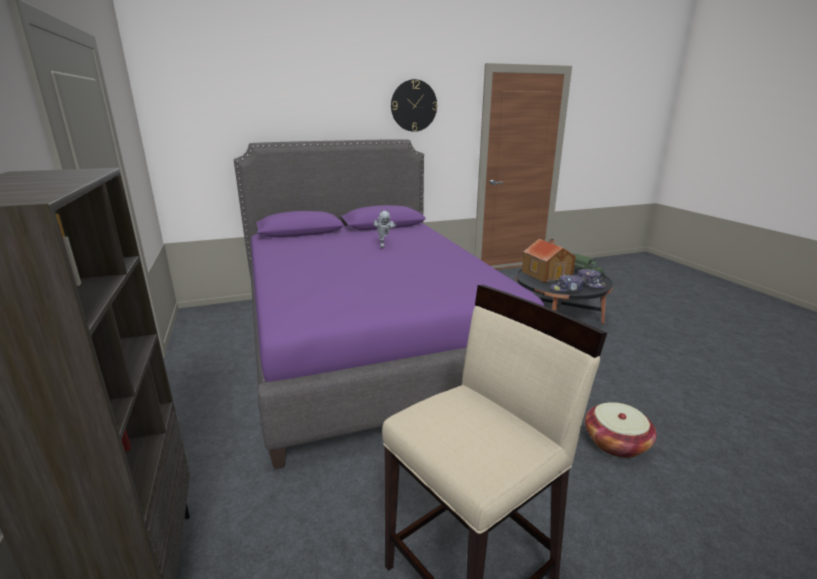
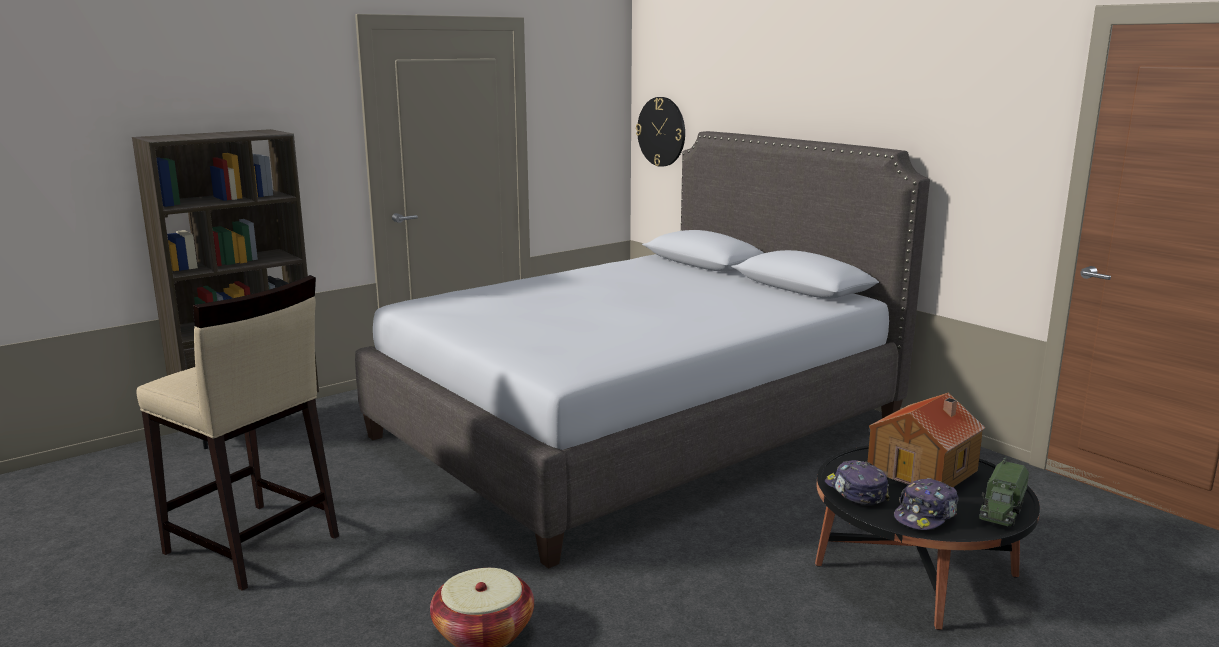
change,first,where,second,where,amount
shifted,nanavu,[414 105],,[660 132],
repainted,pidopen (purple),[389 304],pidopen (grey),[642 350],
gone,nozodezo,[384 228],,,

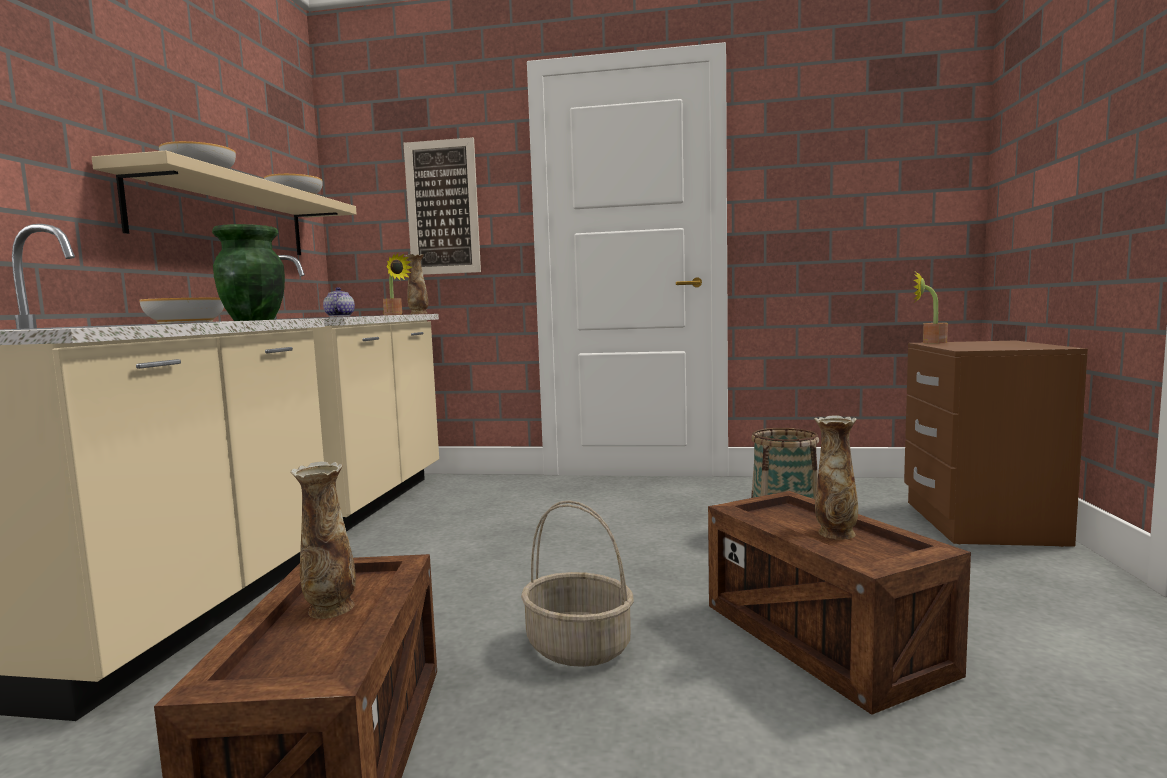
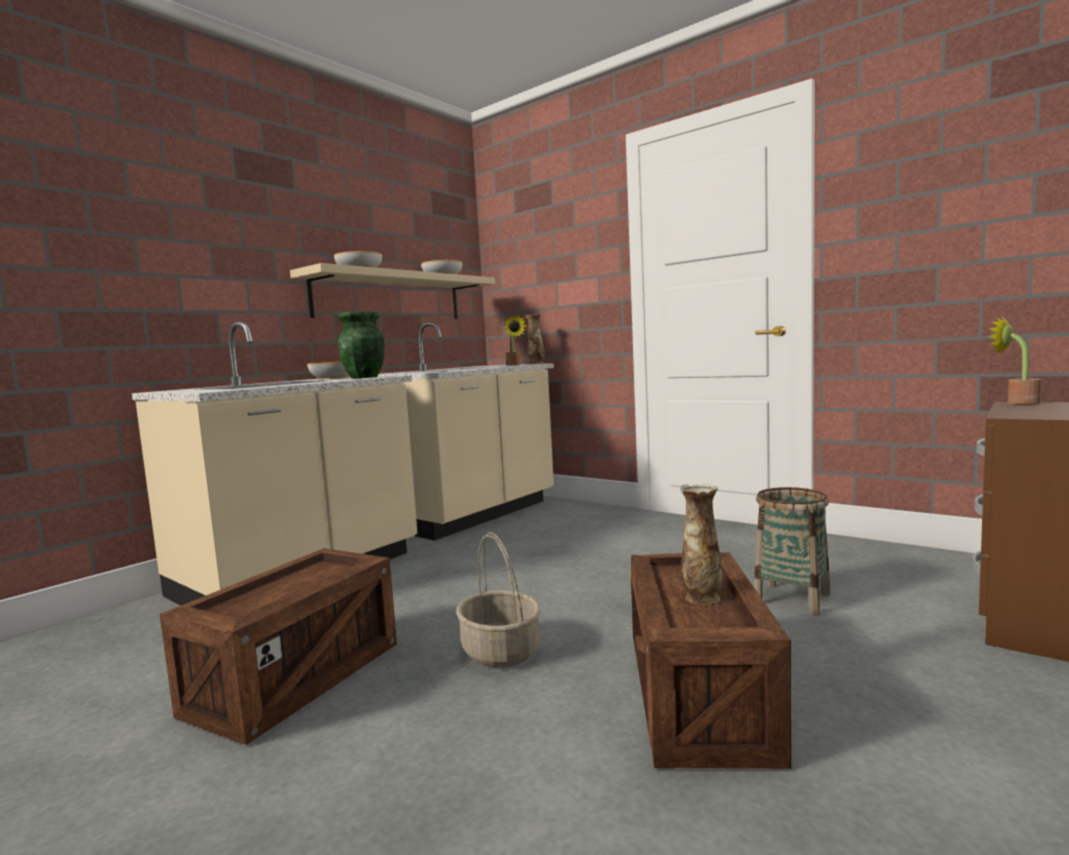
change,first,where,second,where,amount
gone,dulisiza,[442 206],,,
gone,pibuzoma,[339 302],,,
gone,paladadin,[323 540],,,

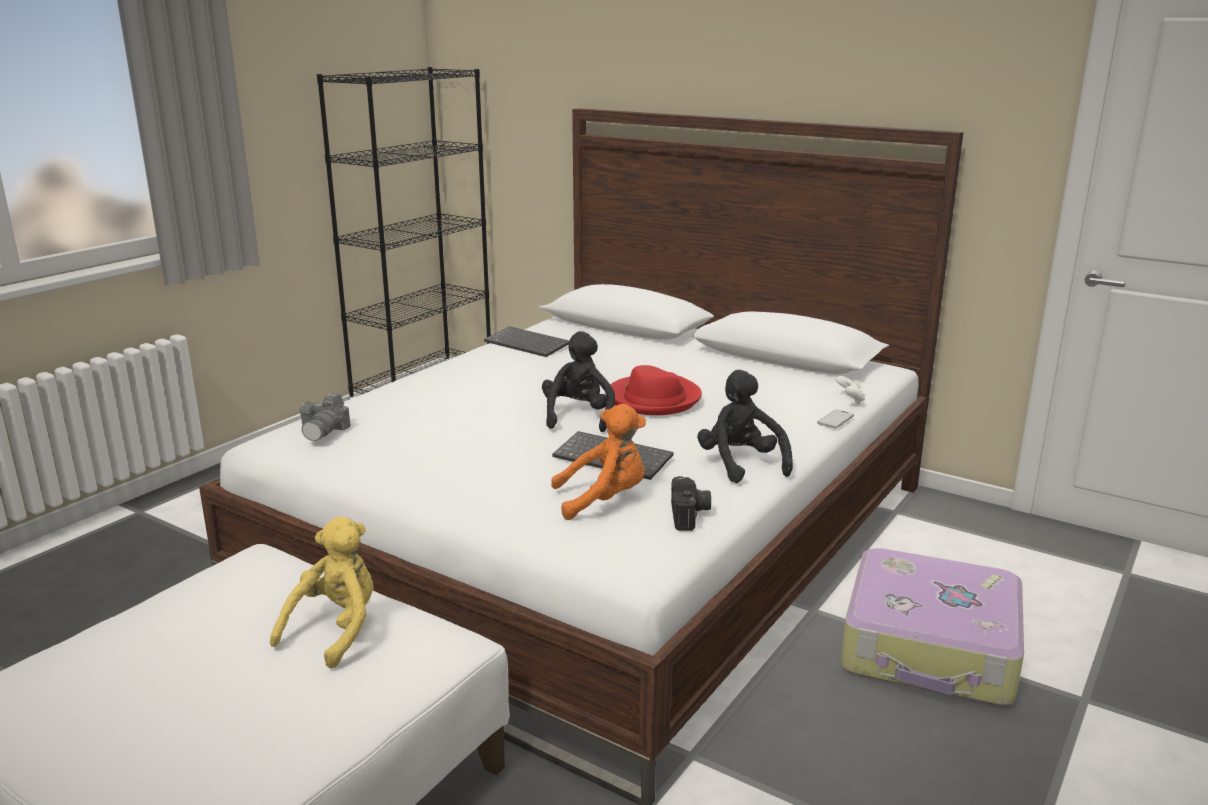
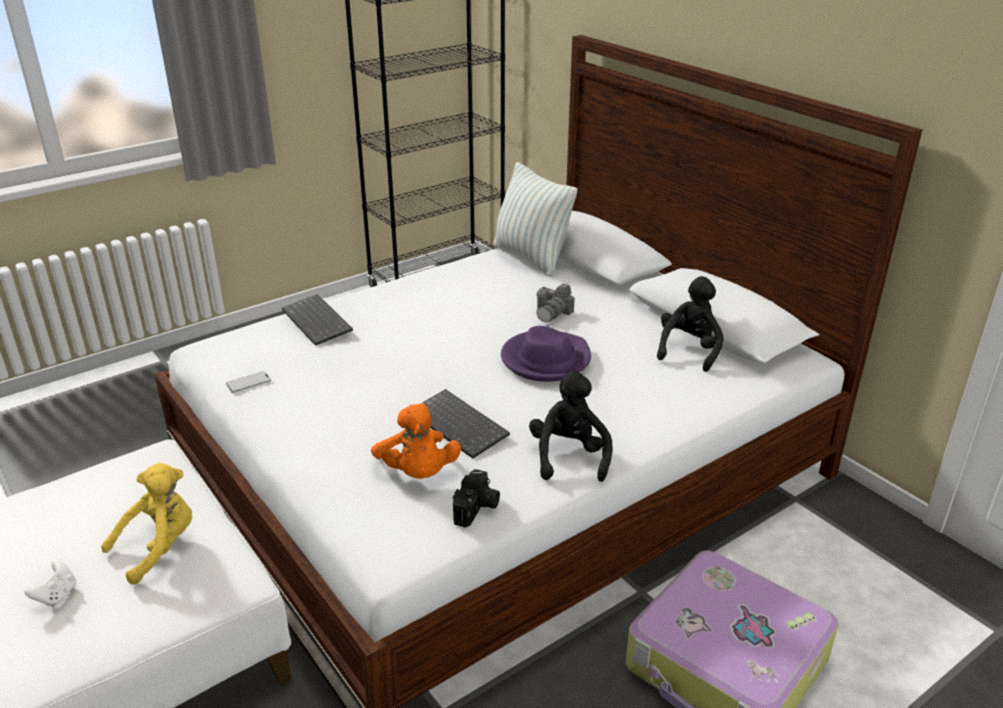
change,first,where,second,where,amount
shifted,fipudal,[526 341],,[317 320],
shifted,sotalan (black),[578 381],,[690 324],
repainted,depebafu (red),[656 390],depebafu (purple),[546 354],
shifted,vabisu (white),[850 390],,[50 583],
shifted,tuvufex,[325 417],,[555 303],
rotated,sotalan (orange),[598 462],,[416 441],60 degrees clockwise
shifted,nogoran,[835 419],,[248 382],
new,,,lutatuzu,[535 219],

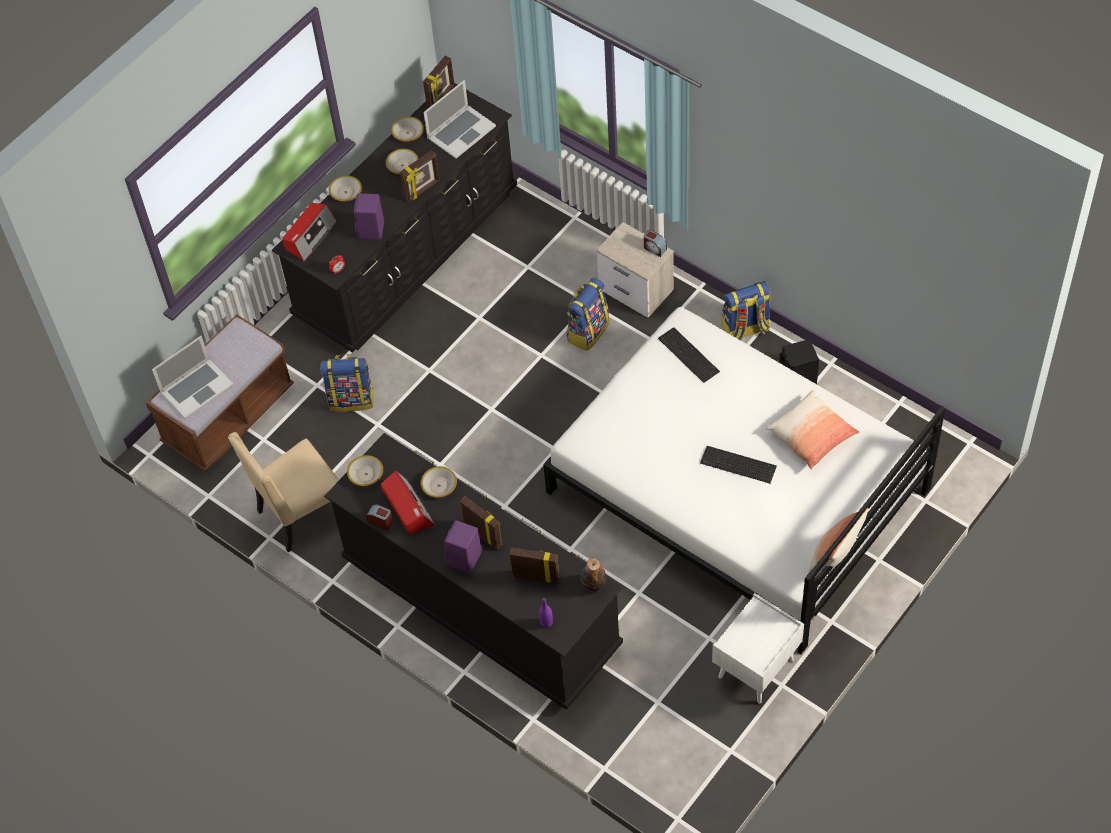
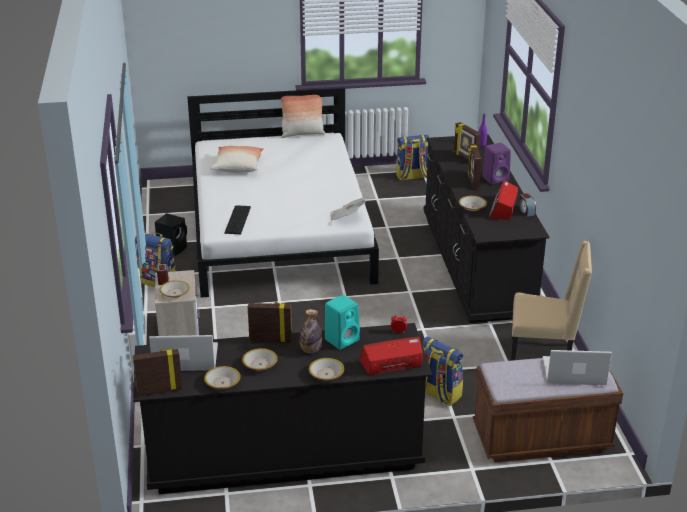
change,first,where,second,where,amount
repainted,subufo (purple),[369 216],subufo (turquoise),[342 322],
shifted,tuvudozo,[587 314],,[412 157],
gone,fipudal,[738 464],,,
shifted,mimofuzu,[365 471],,[175 289],
shifted,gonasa,[593 575],,[310 331],
gone,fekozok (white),[758 648],,,
new,,,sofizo,[348 209],

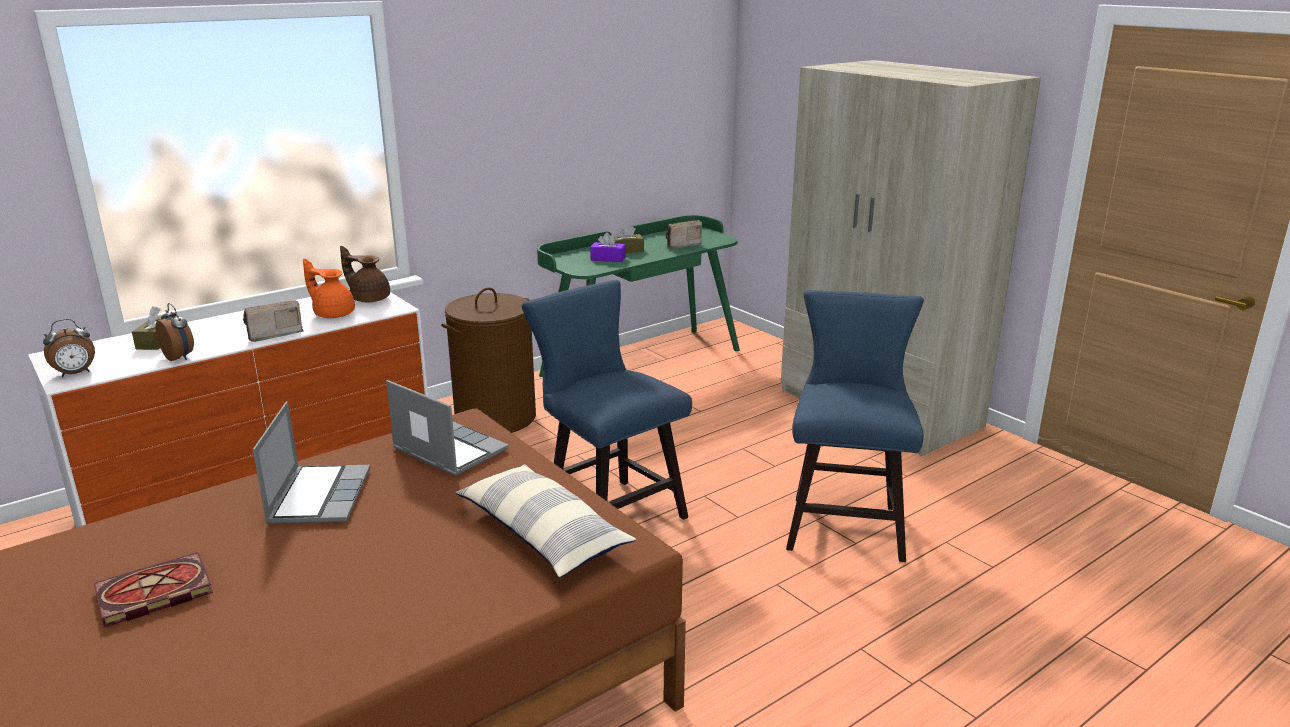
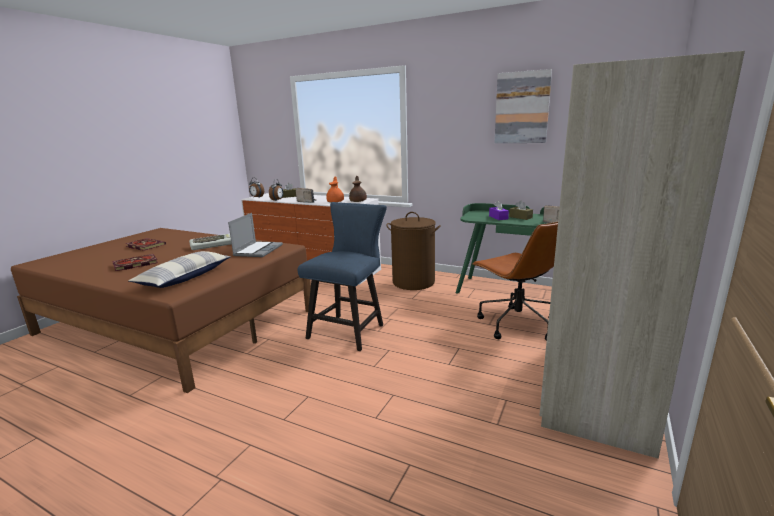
change,first,where,second,where,amount
gone,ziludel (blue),[855 426],,,
swapped,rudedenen,[311 462],fipudal,[210 242],
new,,,dulisiza,[523 106],
new,,,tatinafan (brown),[515 281],
new,,,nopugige,[135 262],

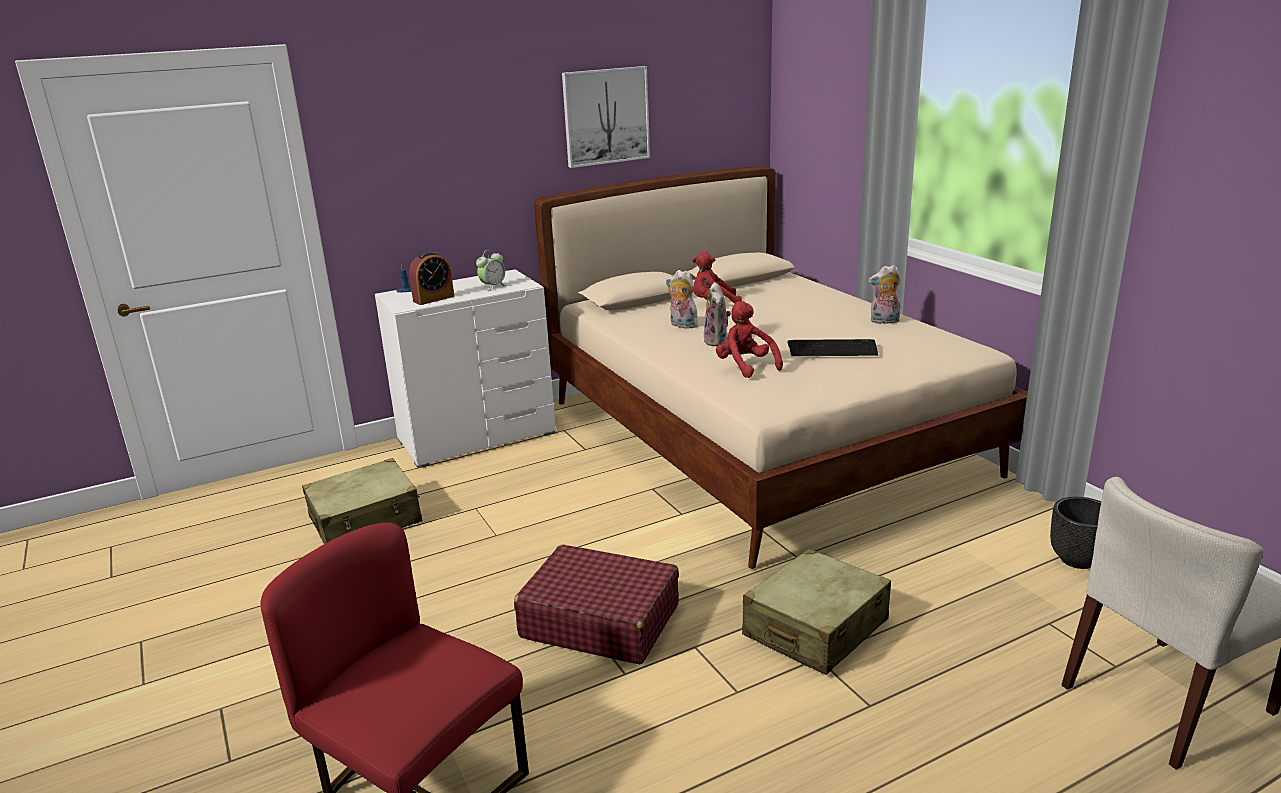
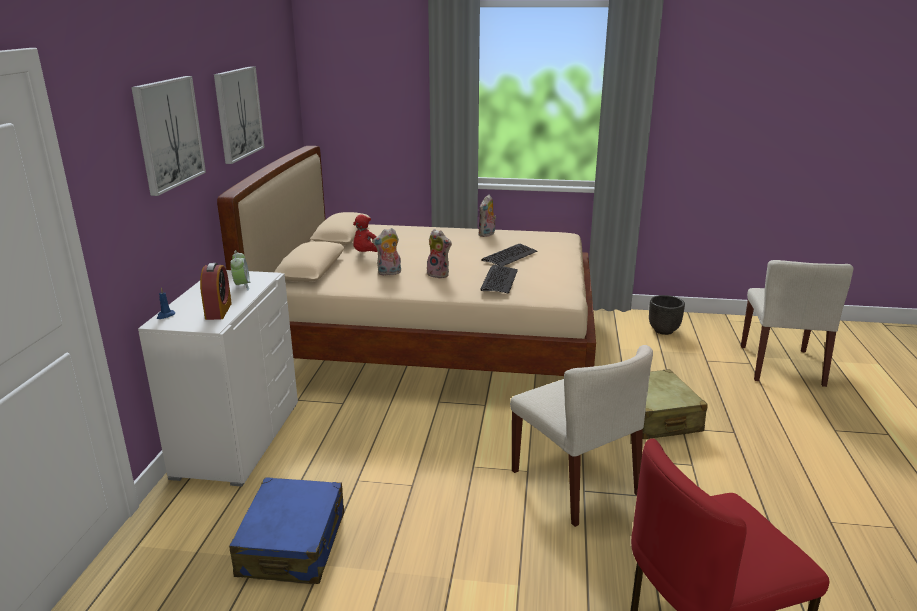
change,first,where,second,where,amount
swapped,sotalan (red),[749 339],fipudal,[499 279],
repainted,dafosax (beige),[362 501],dafosax (blue),[286 530],
swapped,dafosax (red),[596 604],ziludel (beige),[581 436],
new,,,dulisiza,[168 136],

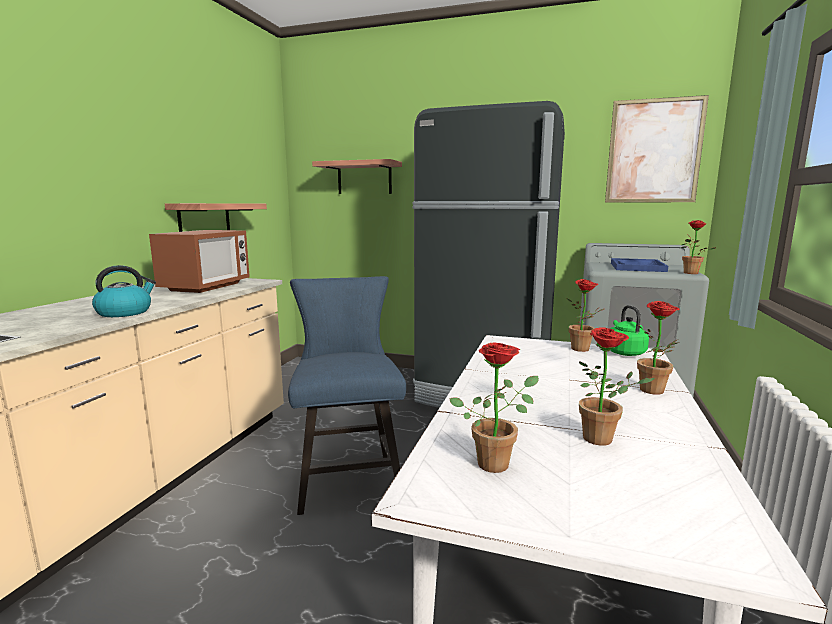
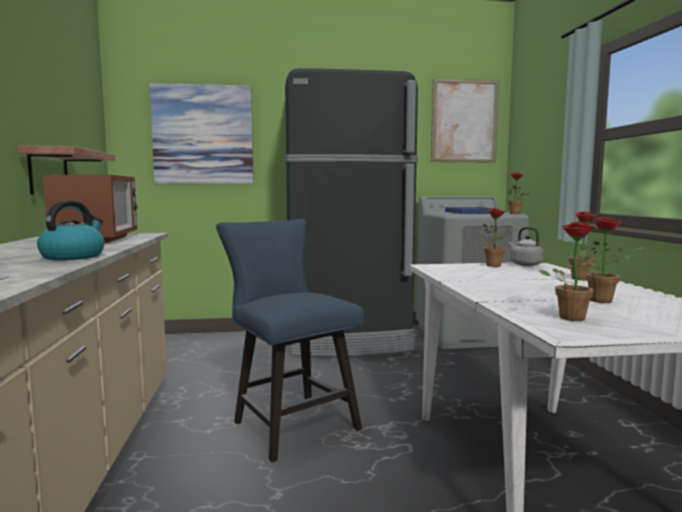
change,first,where,second,where,amount
swapped,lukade,[357 176],dulisiza,[201 133],
repainted,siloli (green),[629 330],siloli (grey),[526 246],

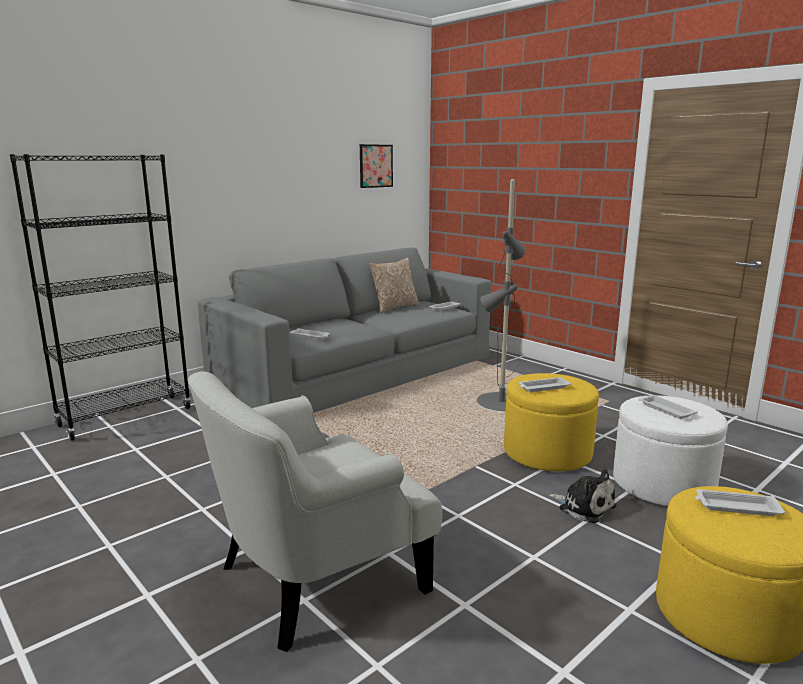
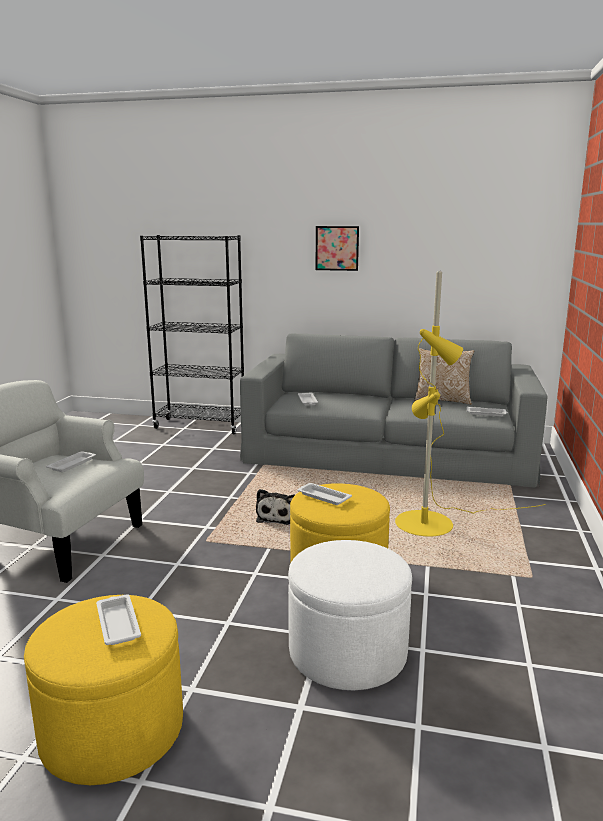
change,first,where,second,where,amount
shifted,dulisiza,[376 166],,[337 248],
repainted,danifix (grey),[501 295],danifix (yellow),[470 403],
shifted,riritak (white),[668 407],,[71 461],
shifted,sotalan,[582 496],,[275 507],

